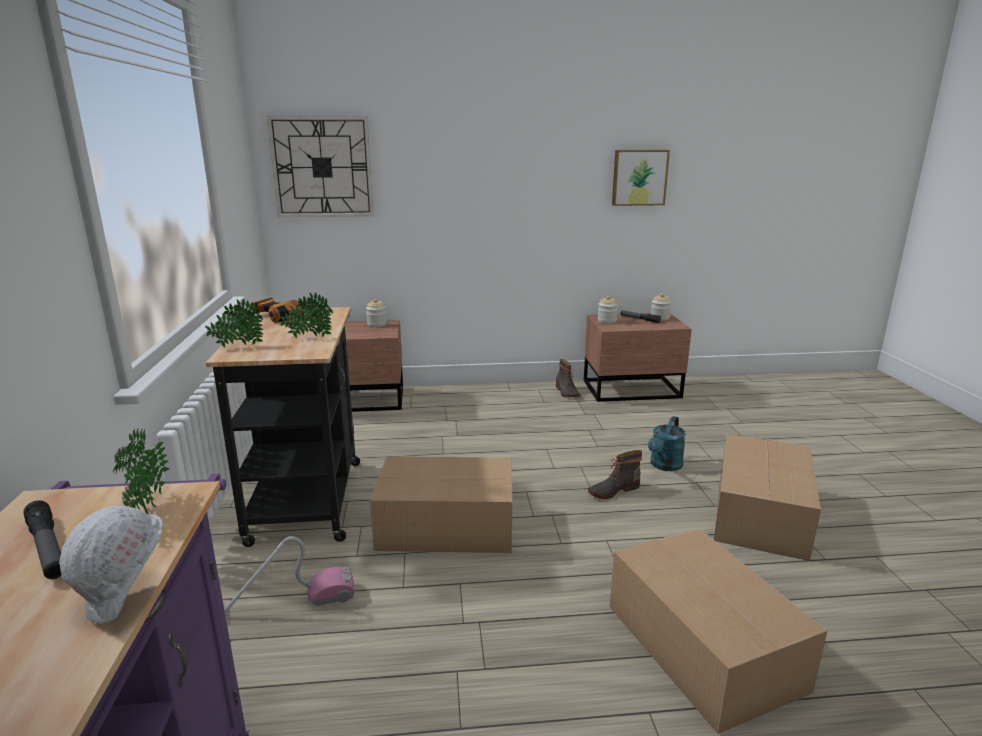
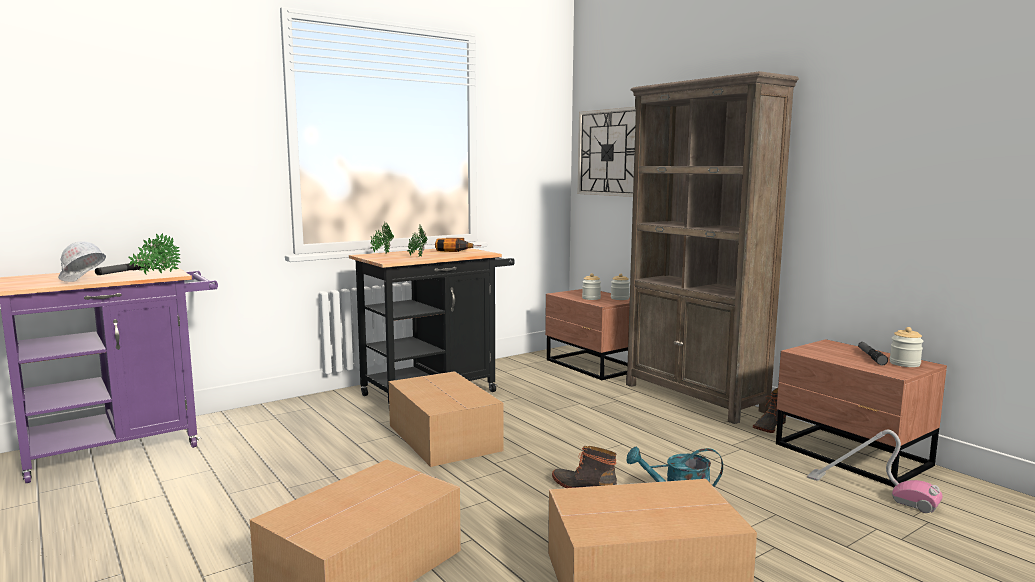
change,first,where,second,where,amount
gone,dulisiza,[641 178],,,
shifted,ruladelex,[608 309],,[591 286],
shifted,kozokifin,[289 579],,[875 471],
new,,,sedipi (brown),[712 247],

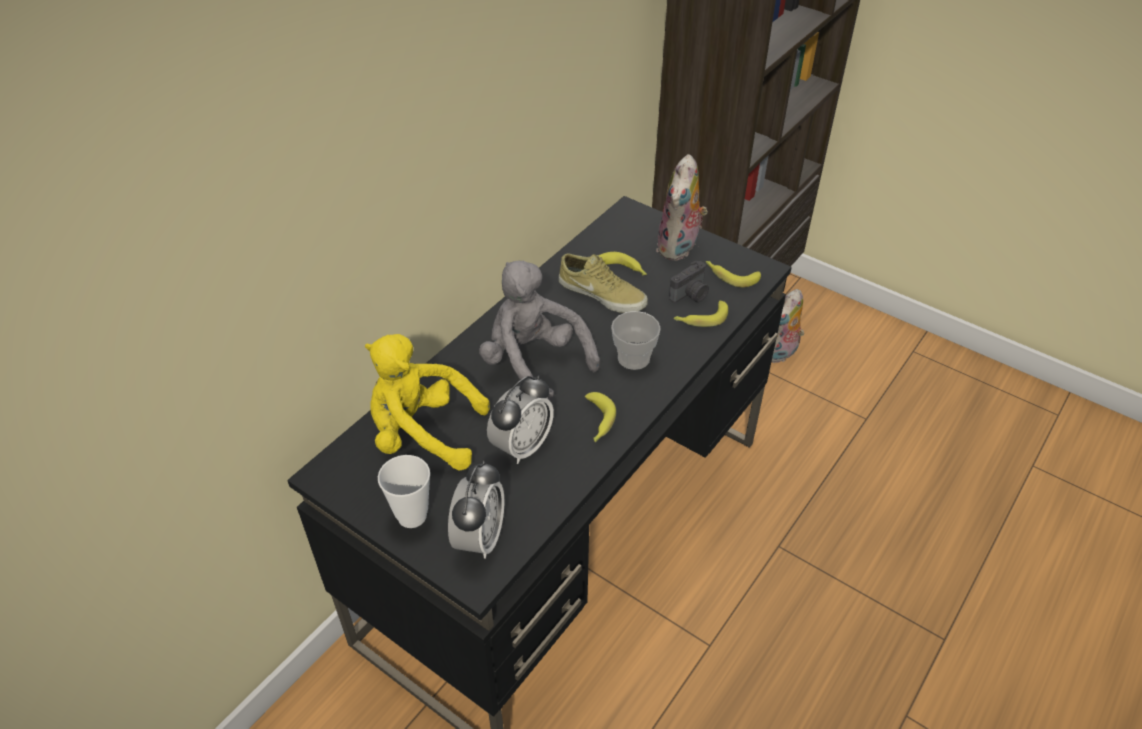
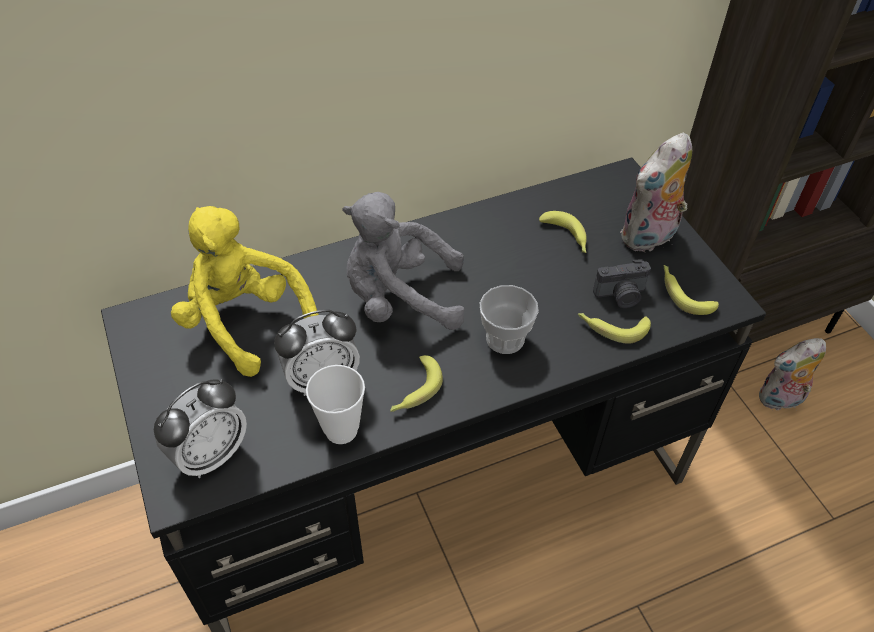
change,first,where,second,where,amount
gone,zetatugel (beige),[603 283],,,
rotated,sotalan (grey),[539 331],,[403 261],75 degrees counterclockwise
shifted,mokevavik,[404 491],,[335 404],

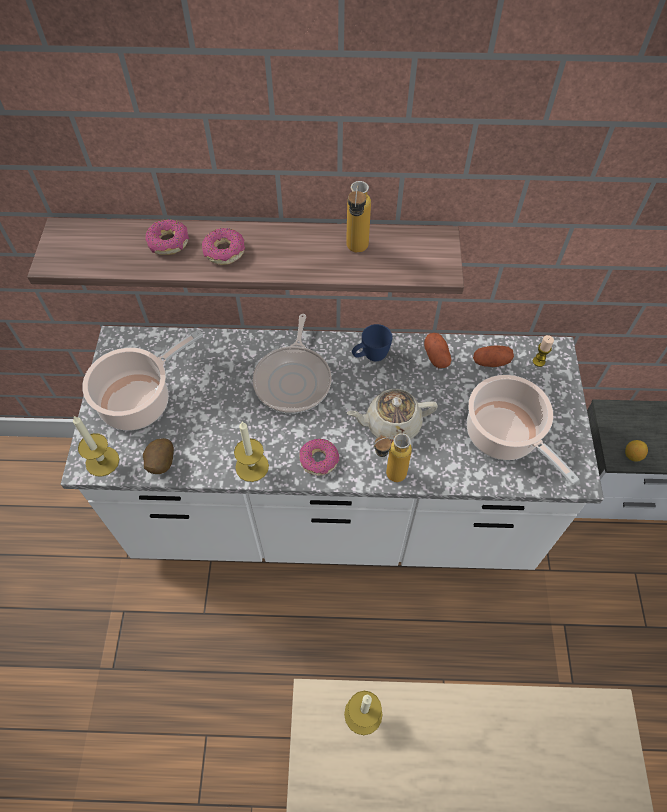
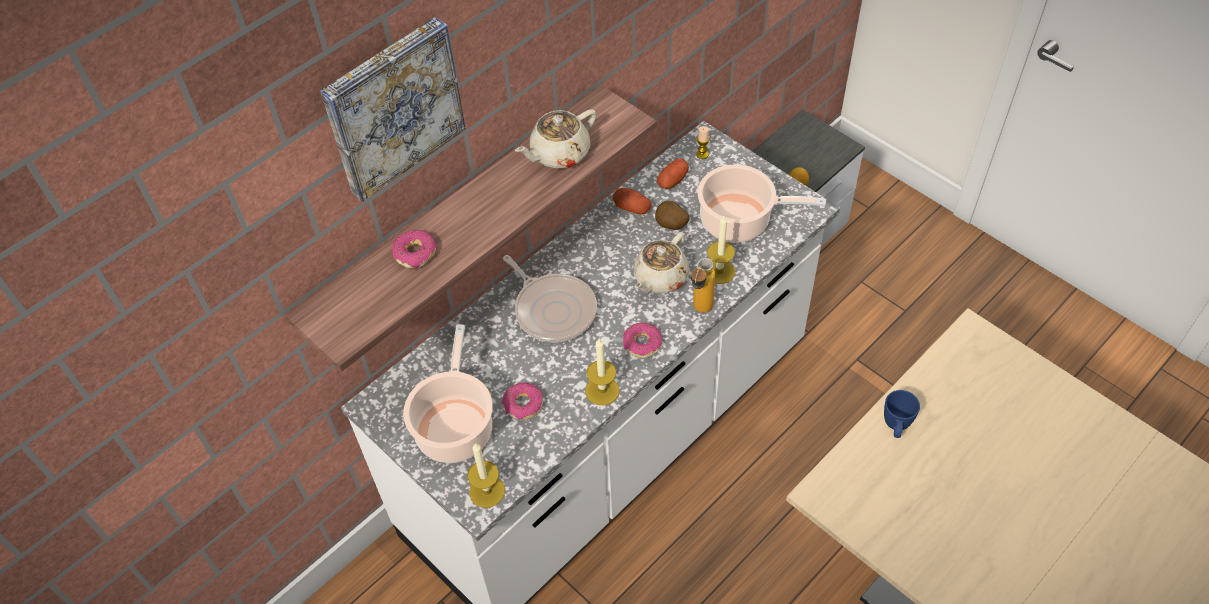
change,first,where,second,where,amount
swapped,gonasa,[358 217],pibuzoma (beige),[556 139],
shifted,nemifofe,[223 246],,[522 401],
shifted,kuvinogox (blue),[372 342],,[902 414],
shifted,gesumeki,[158 456],,[672 215],
shifted,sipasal,[363 713],,[721 250],
new,,,dulisiza,[393 109],

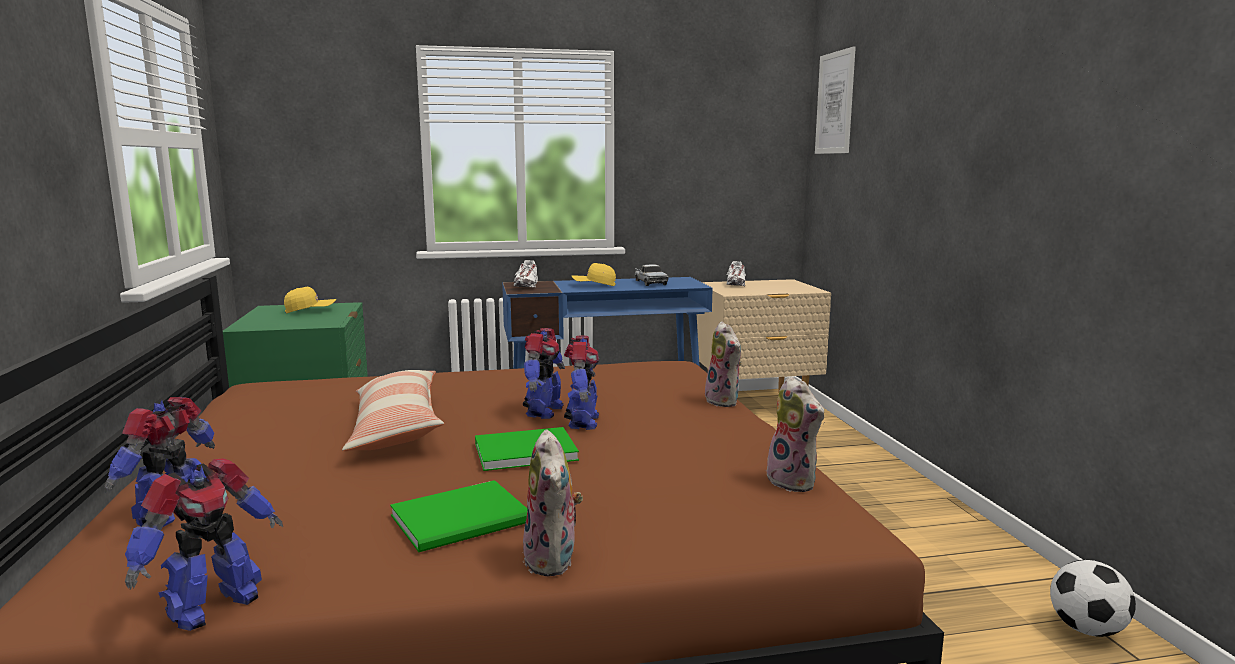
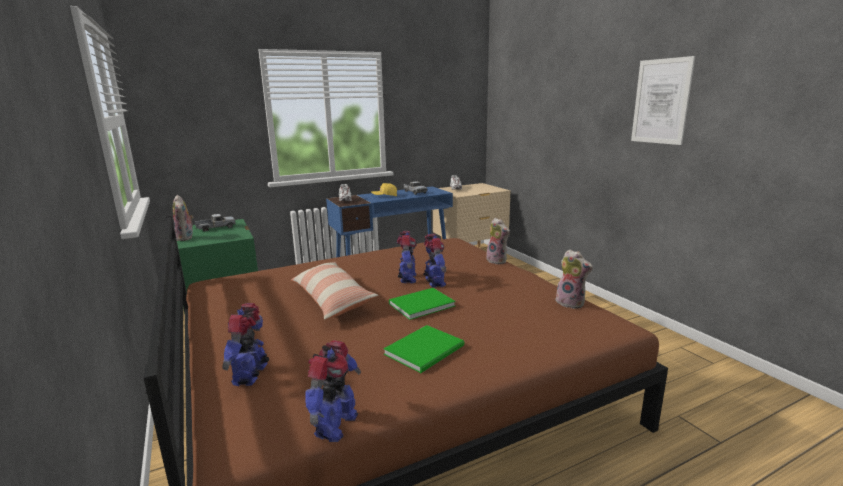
change,first,where,second,where,amount
shifted,dulisiza,[835 100],,[663 100],
swapped,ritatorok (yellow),[310 299],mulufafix,[215 222],
shifted,sotalan,[552 502],,[183 218],
gone,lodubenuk,[1093 598],,,

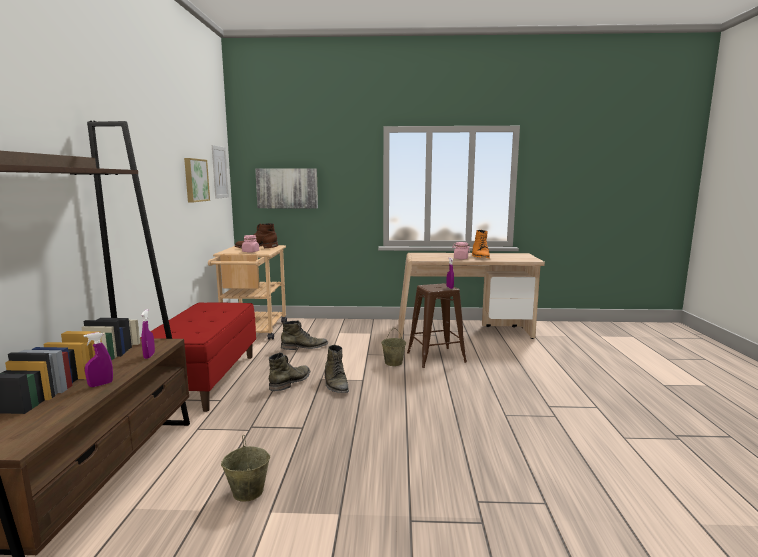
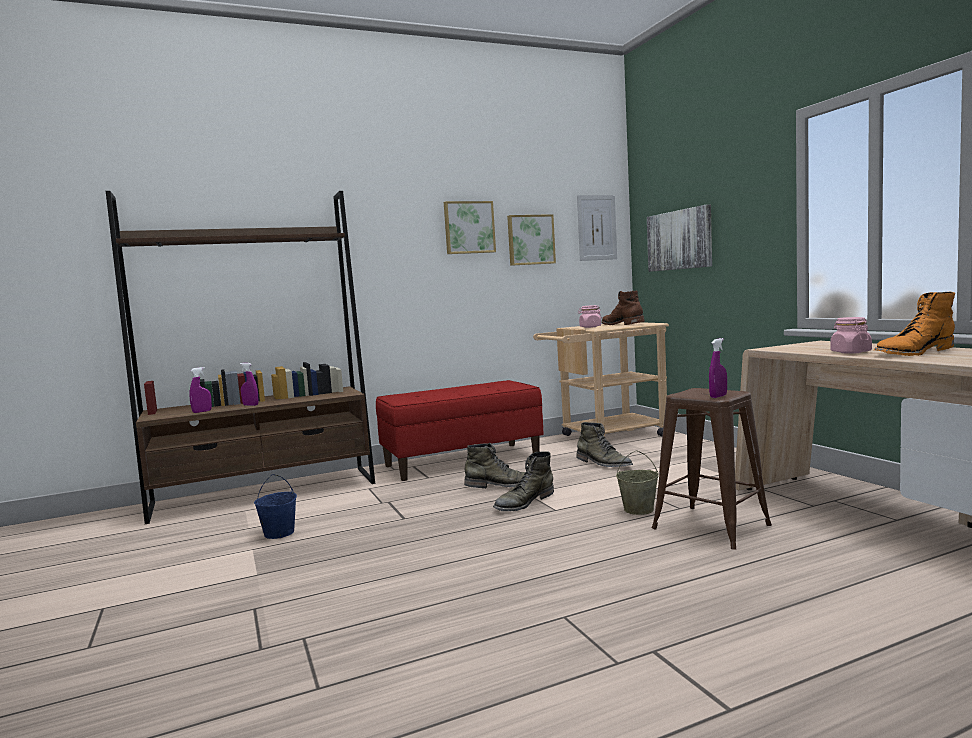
change,first,where,second,where,amount
shifted,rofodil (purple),[148 334],,[200 390],
repainted,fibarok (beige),[245 468],fibarok (blue),[275 506],
new,,,dulisiza,[470 227],

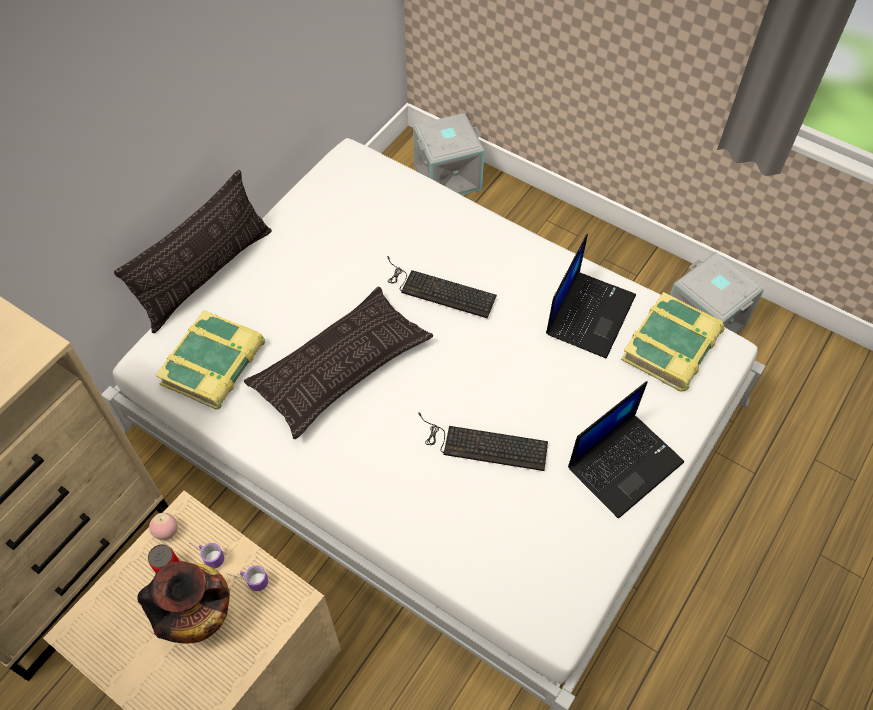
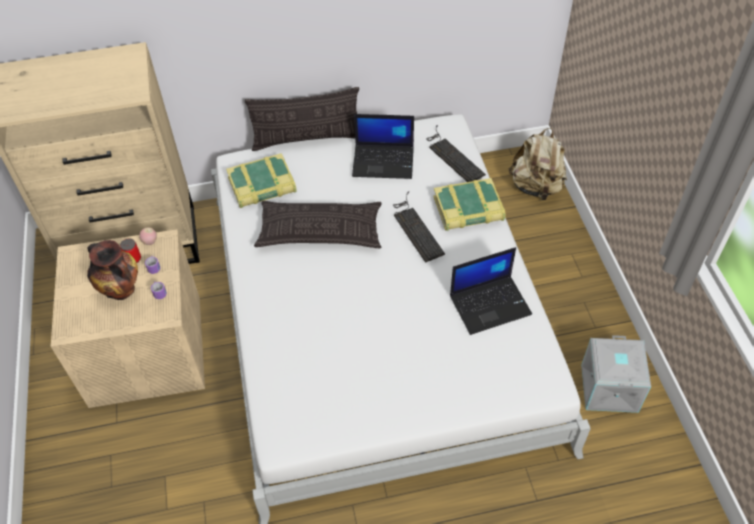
change,first,where,second,where,amount
swapped,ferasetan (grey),[449 154],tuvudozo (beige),[538 164],
shifted,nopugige,[673 342],,[469 204],
shifted,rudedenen,[626 450],,[383 146],
shifted,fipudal,[483 441],,[456 153],

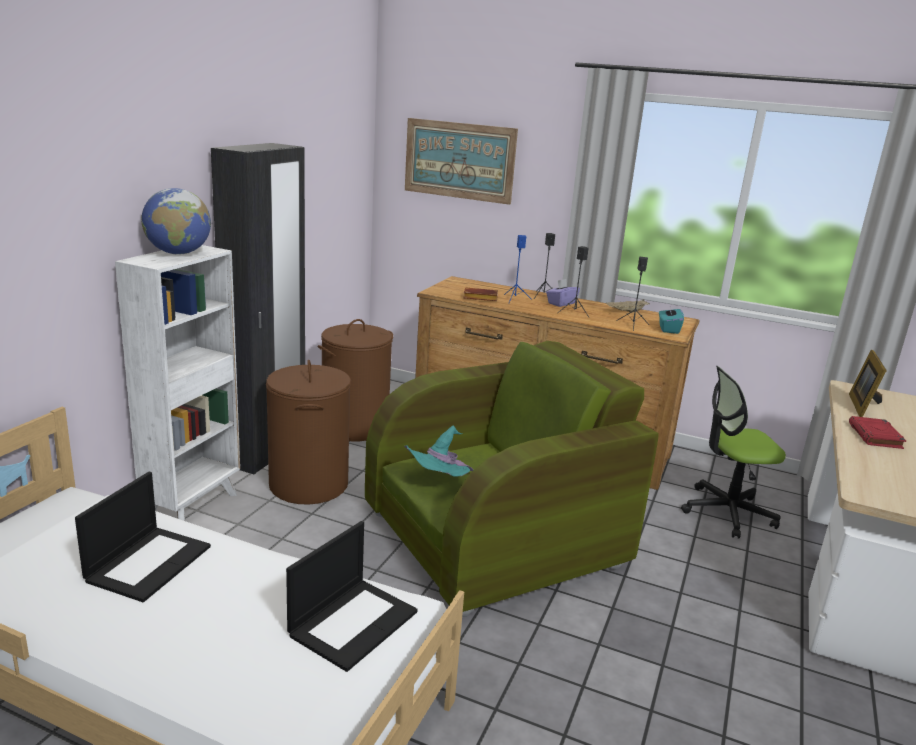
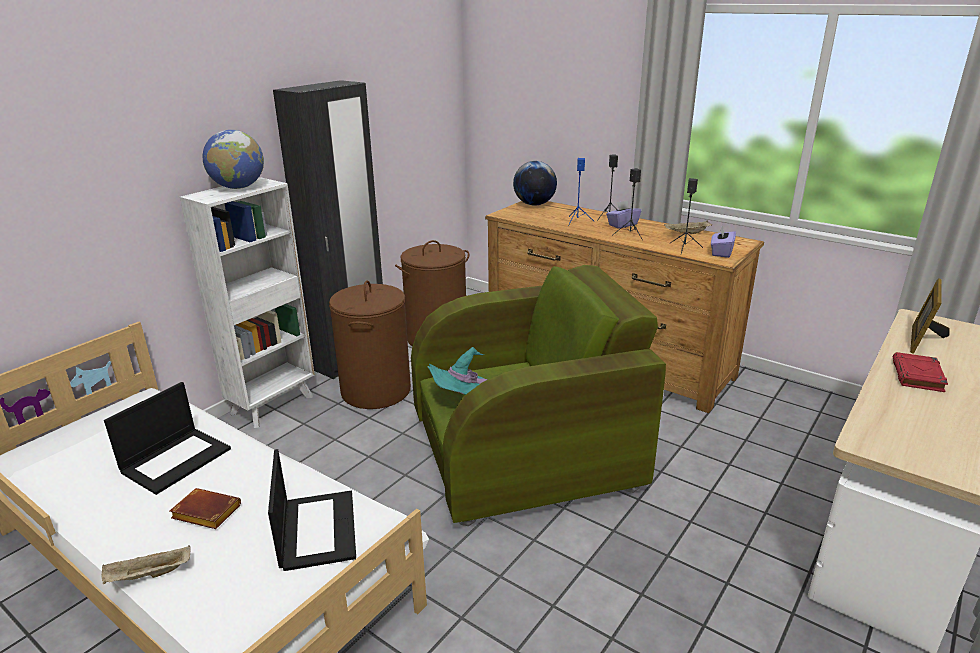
change,first,where,second,where,amount
gone,dulisiza,[461 161],,,
shifted,nopugige (brown),[480 294],,[205 508],
repainted,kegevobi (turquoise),[671 318],kegevobi (purple),[723 241],
gone,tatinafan,[733 452],,,
rotated,rudedenen,[352 596],,[312 510],60 degrees counterclockwise
new,,,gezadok,[535 183],
new,,,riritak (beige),[146 565],

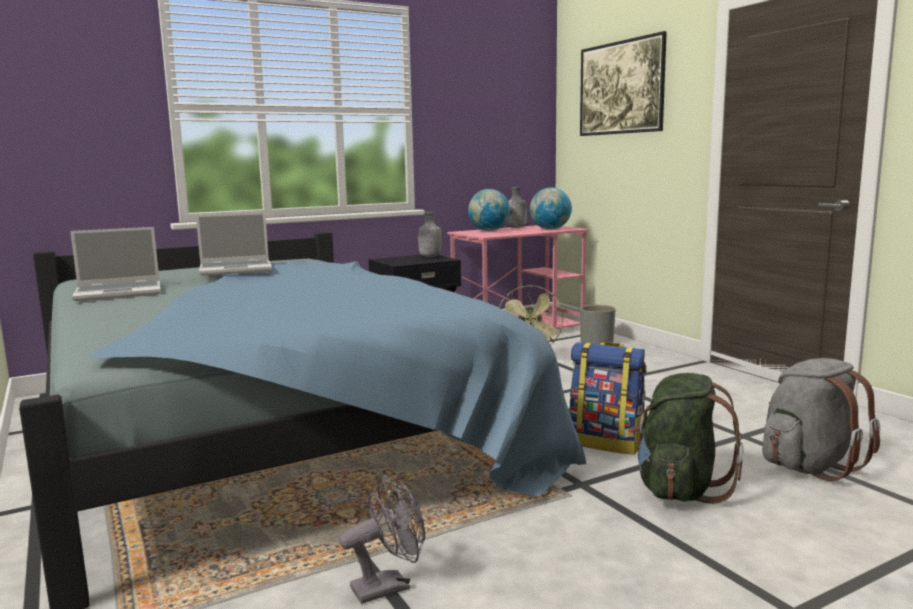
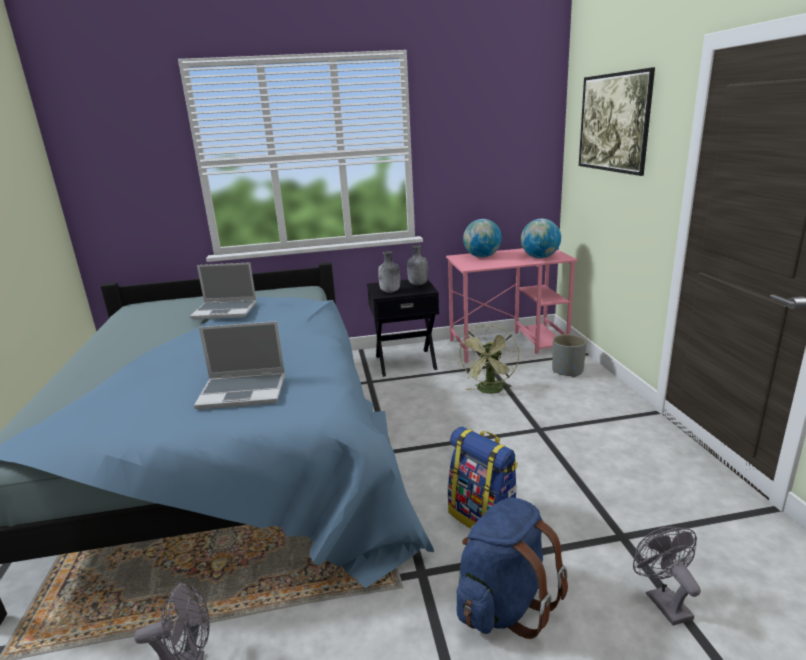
change,first,where,second,where,amount
shifted,gonasa (grey),[516 207],,[389 272],
shifted,rudedenen,[115 264],,[239 365],
swapped,tuvudozo (grey),[821 419],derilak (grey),[667 576],
repainted,tuvudozo (green),[686 438],tuvudozo (blue),[512 568],

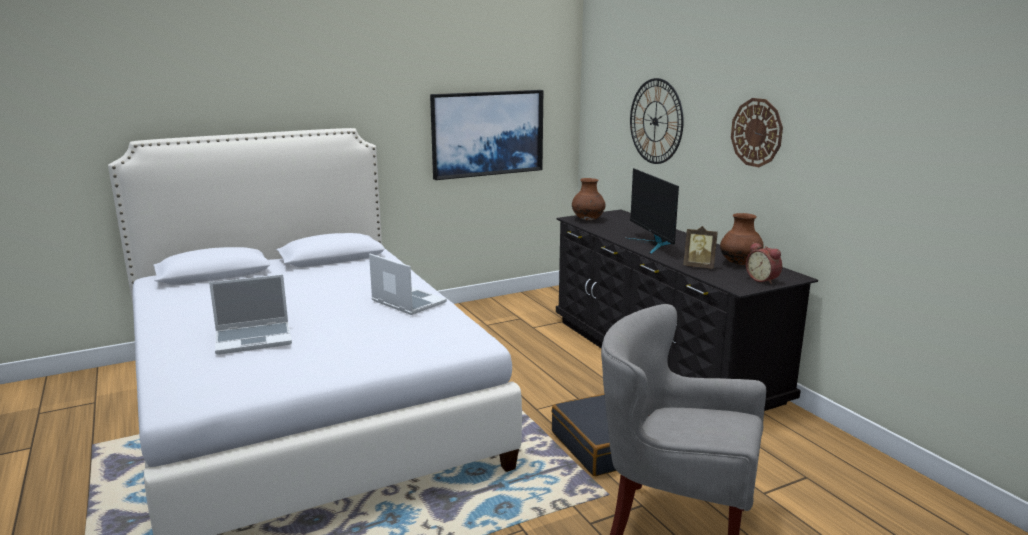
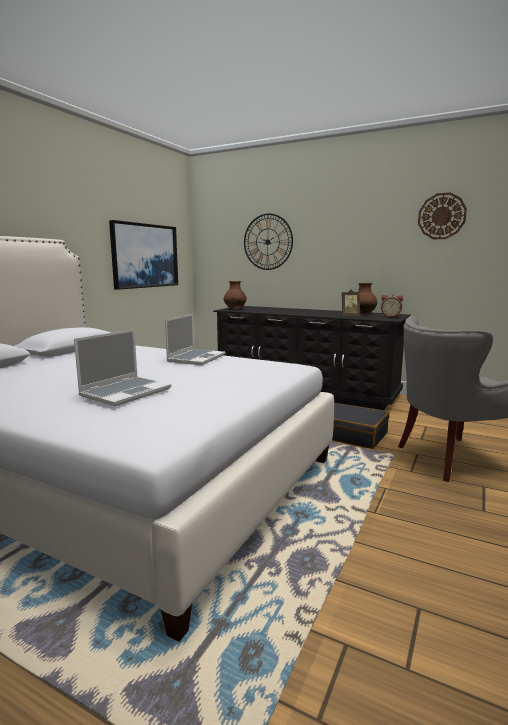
change,first,where,second,where,amount
shifted,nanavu,[757 132],,[442 215],
gone,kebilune,[652 211],,,
rotated,rudedenen,[408 284],,[195 339],105 degrees clockwise

